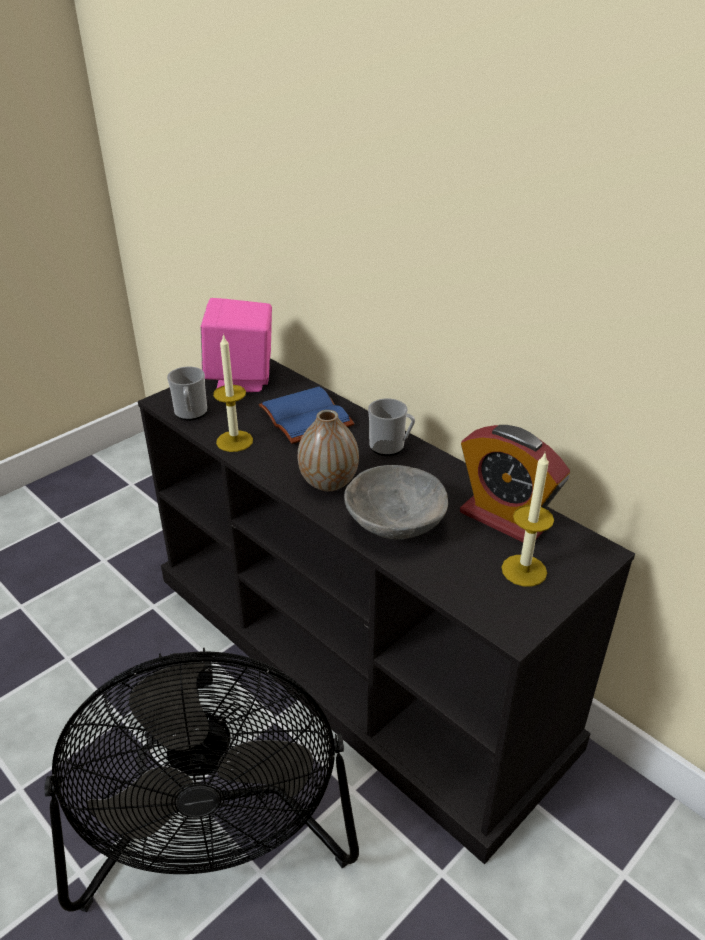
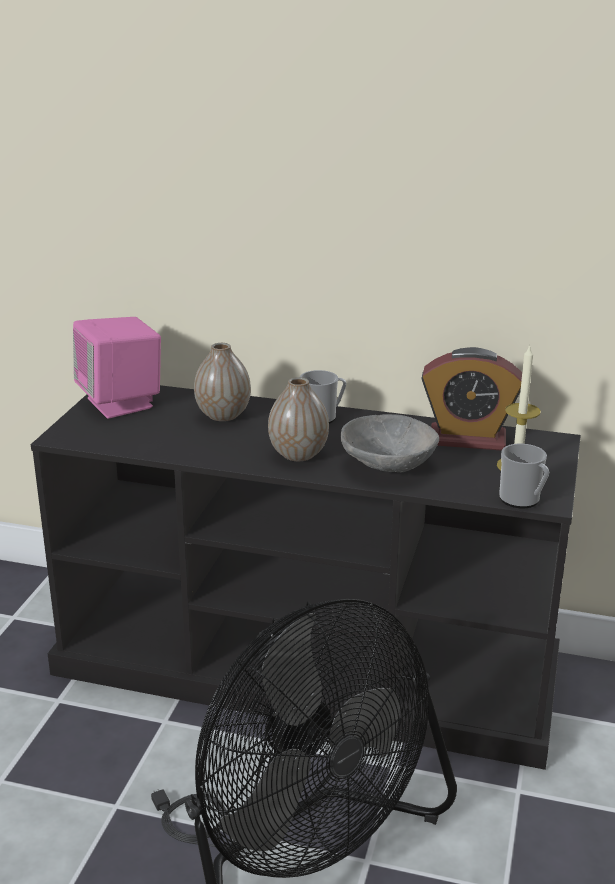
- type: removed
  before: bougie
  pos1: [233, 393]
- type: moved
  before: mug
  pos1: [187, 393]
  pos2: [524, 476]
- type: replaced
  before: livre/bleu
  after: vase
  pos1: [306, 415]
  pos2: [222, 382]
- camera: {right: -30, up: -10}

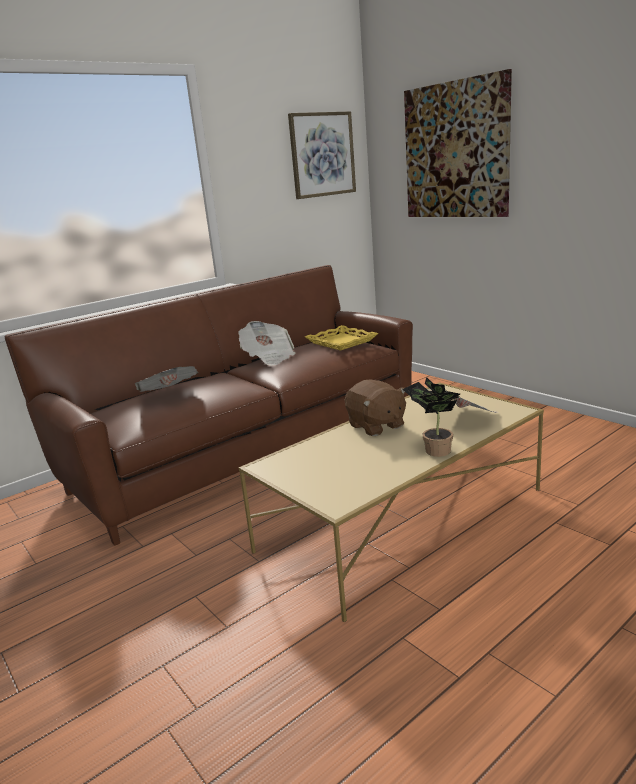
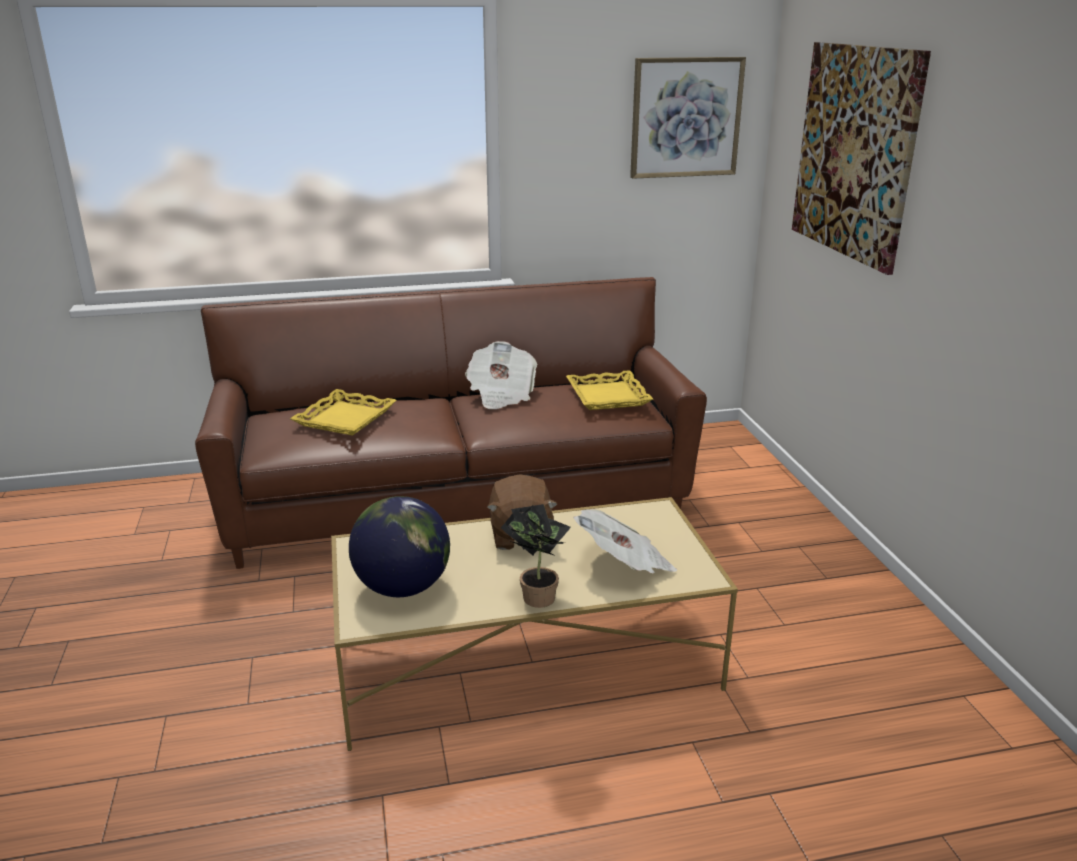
- type: replaced
  before: journal
  after: plateau/jaune
  pos1: [166, 379]
  pos2: [343, 412]
- type: added
  after: globe
  pos2: [399, 546]
- camera: {right: 25, up: 5}

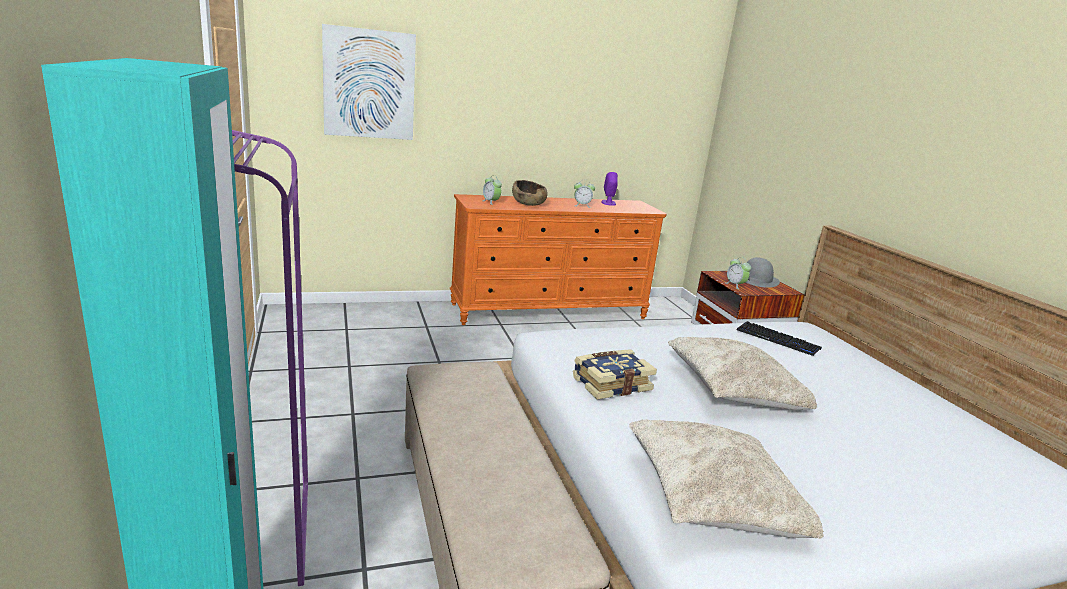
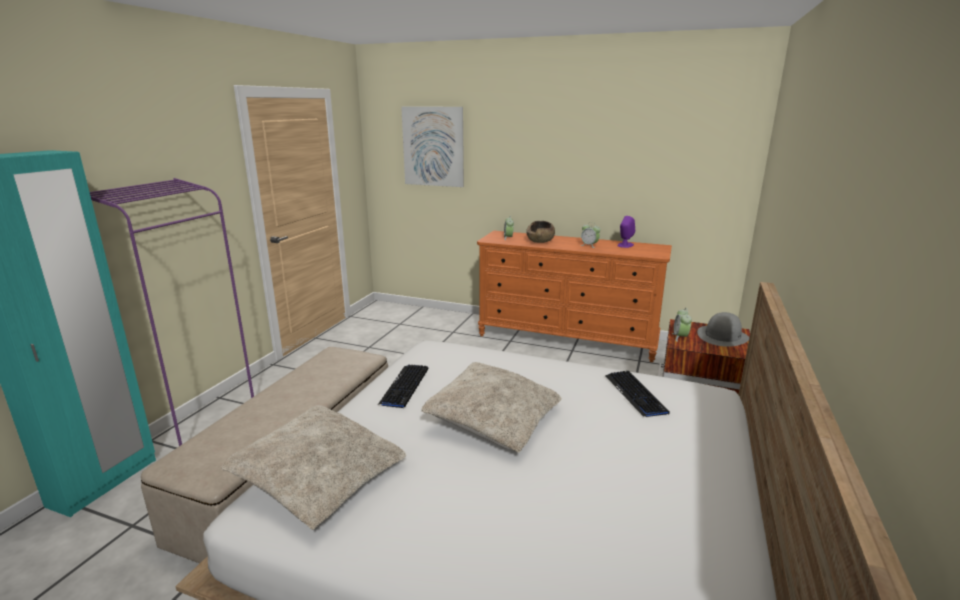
- type: replaced
  before: livre
  after: clavier
  pos1: [615, 374]
  pos2: [403, 386]
- camera: {right: 40, up: 0}

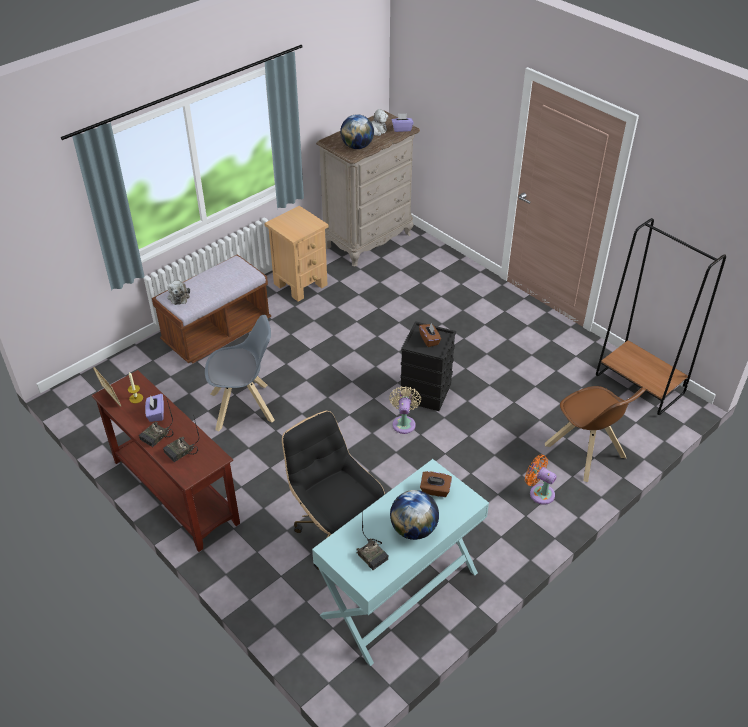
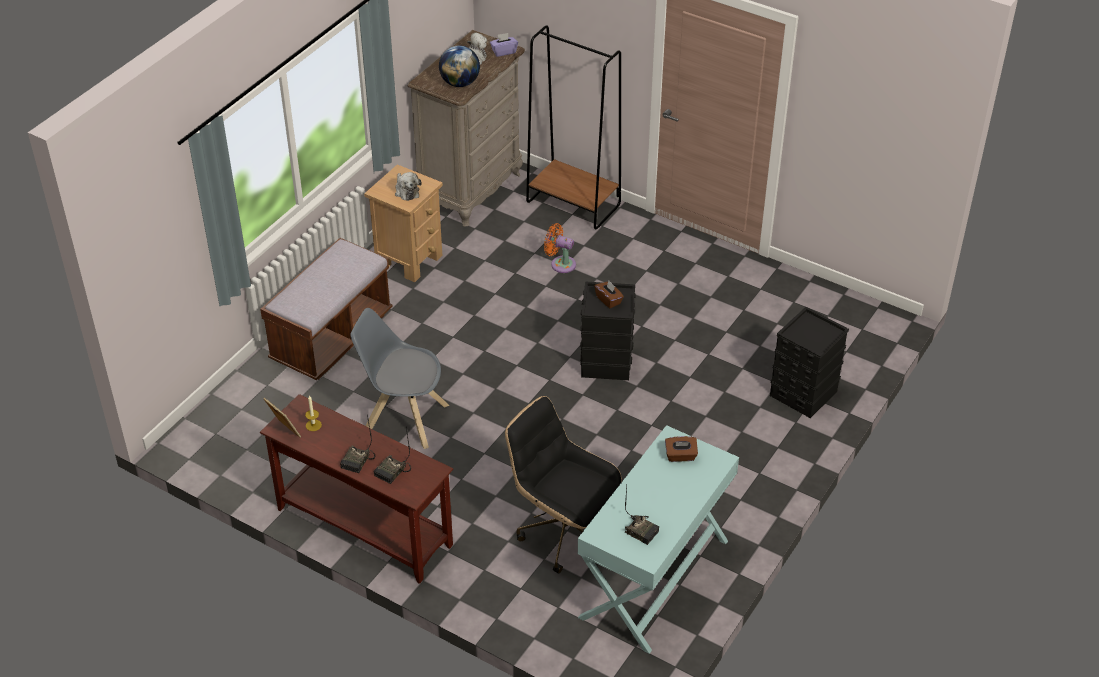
- type: moved
  before: portant
  pos1: [661, 316]
  pos2: [573, 127]
- type: moved
  before: peluche
  pos1: [178, 292]
  pos2: [408, 186]
- type: turned
  before: chaise/gris
  pos1: [240, 373]
  pos2: [400, 378]
  turn: -135
- type: removed
  before: ventilateur/beige
  pos1: [405, 410]
- type: replaced
  before: chaise/marron
  after: boîte de rangement/noir
  pos1: [595, 434]
  pos2: [809, 362]
- type: removed
  before: boîte à mouchoirs/violet
  pos1: [154, 408]
- type: moved
  before: ventilateur/orange
  pos1: [541, 480]
  pos2: [560, 248]
- type: removed
  before: globe
  pos1: [414, 515]
- camera: {right: -15, up: 0}

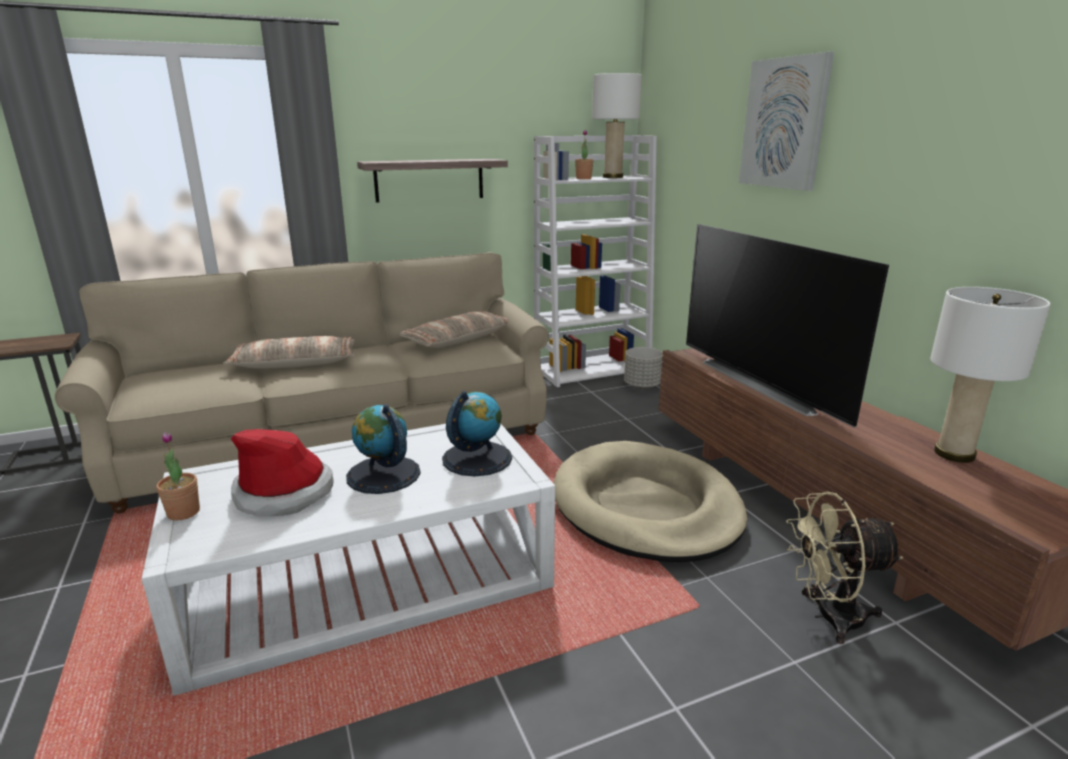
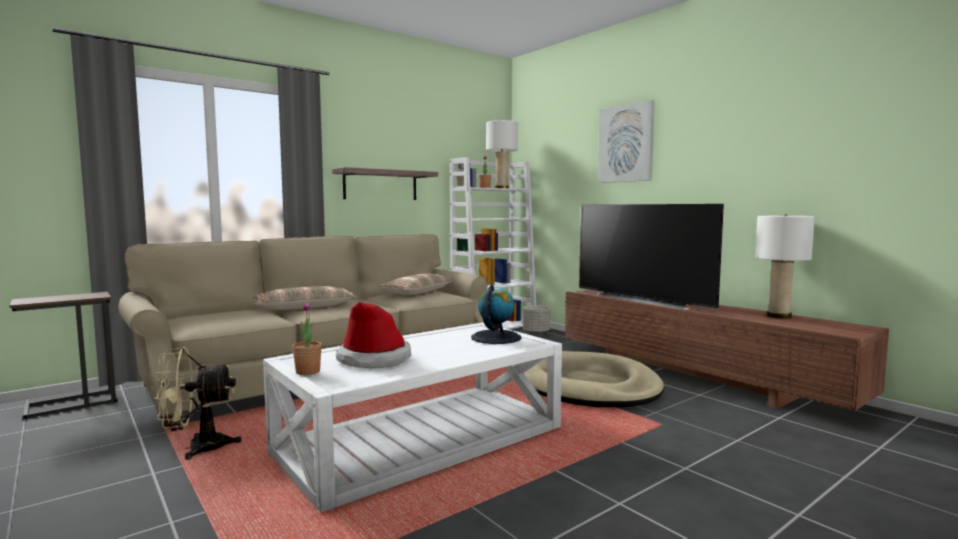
- type: removed
  before: globe
  pos1: [383, 449]
- type: moved
  before: ventilateur/beige
  pos1: [845, 567]
  pos2: [198, 403]
- camera: {right: -15, up: -15}

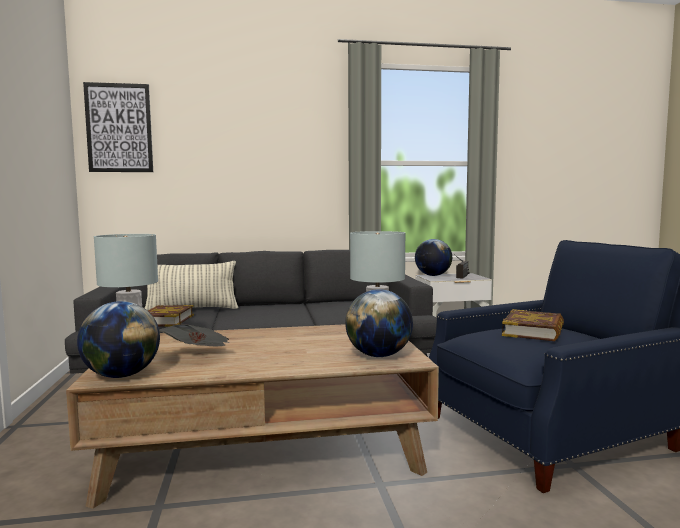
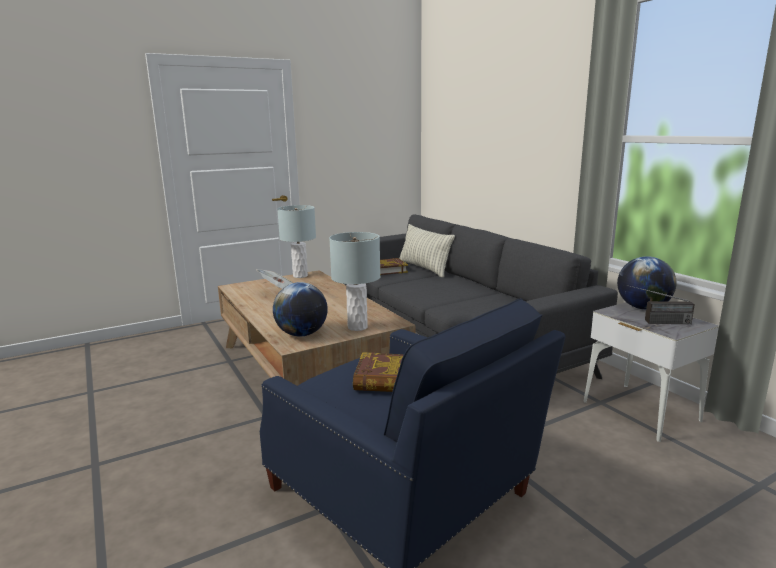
- type: removed
  before: tableau
  pos1: [118, 127]
- type: removed
  before: globe
  pos1: [118, 339]
- camera: {right: 70, up: 10}

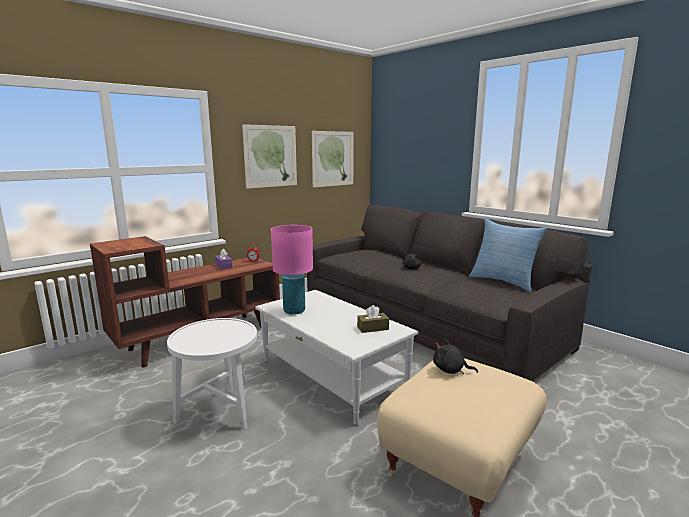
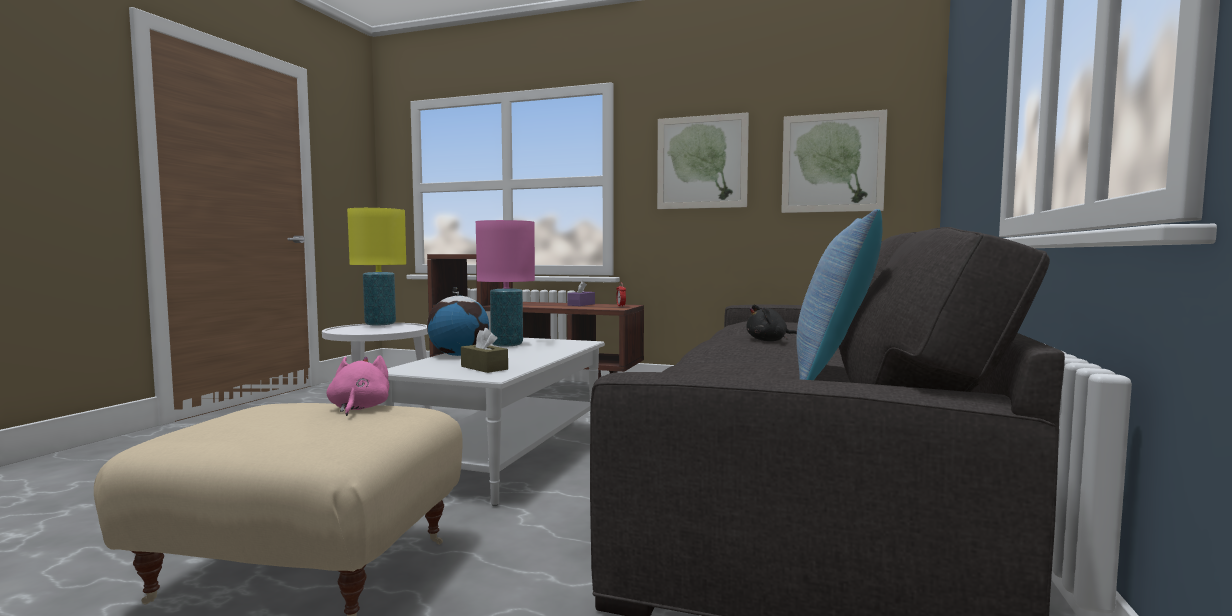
- type: recoloured
  before: peluche/noir
  after: peluche/rose
  pos1: [455, 356]
  pos2: [358, 385]
- type: added
  after: lampe de table/jaune
  pos2: [376, 267]
- type: added
  after: globe
  pos2: [458, 321]
- camera: {right: 60, up: -10}

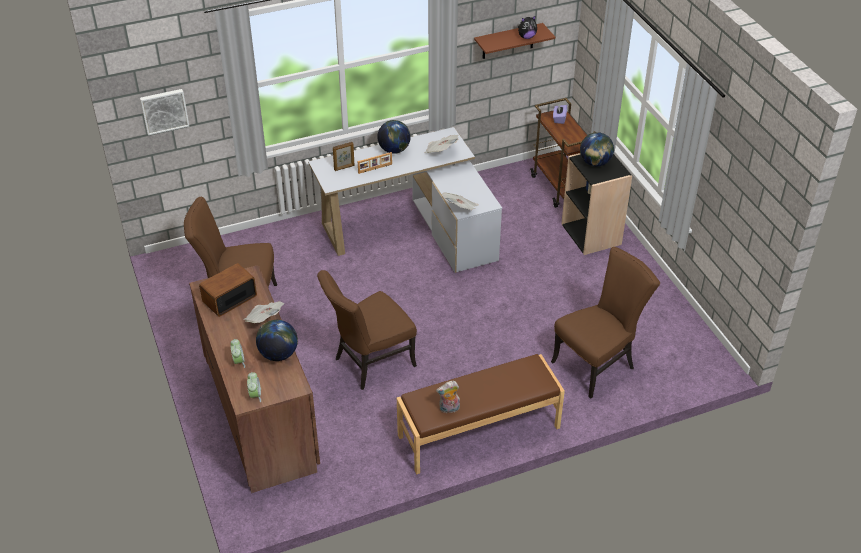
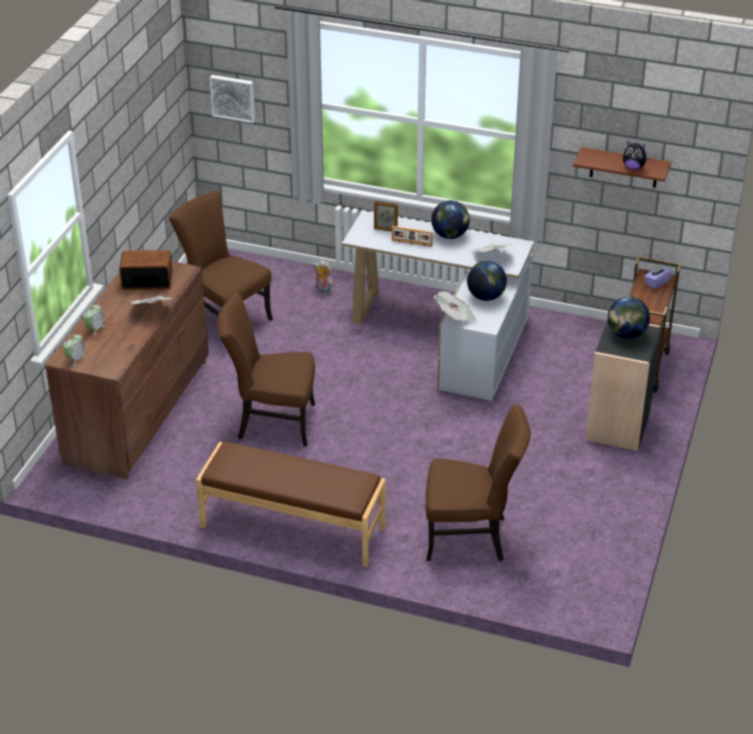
- type: moved
  before: globe
  pos1: [277, 340]
  pos2: [487, 281]
- type: moved
  before: peluche
  pos1: [448, 397]
  pos2: [324, 277]
- camera: {right: 40, up: -5}

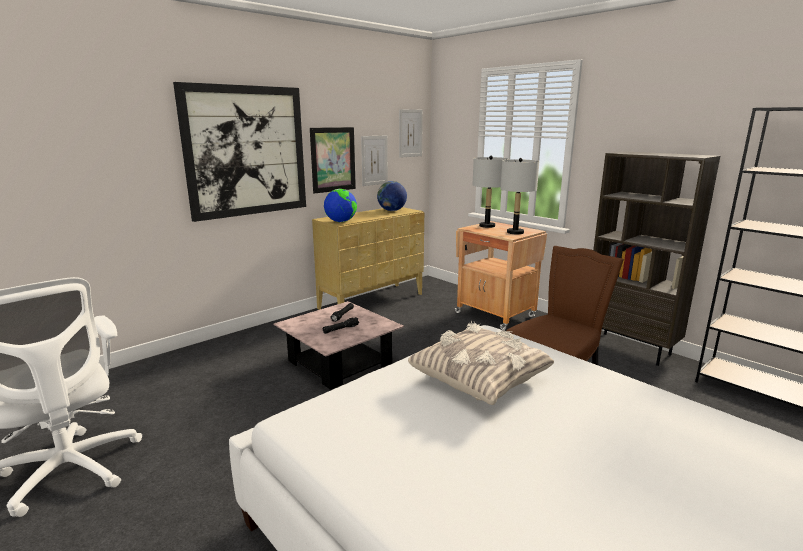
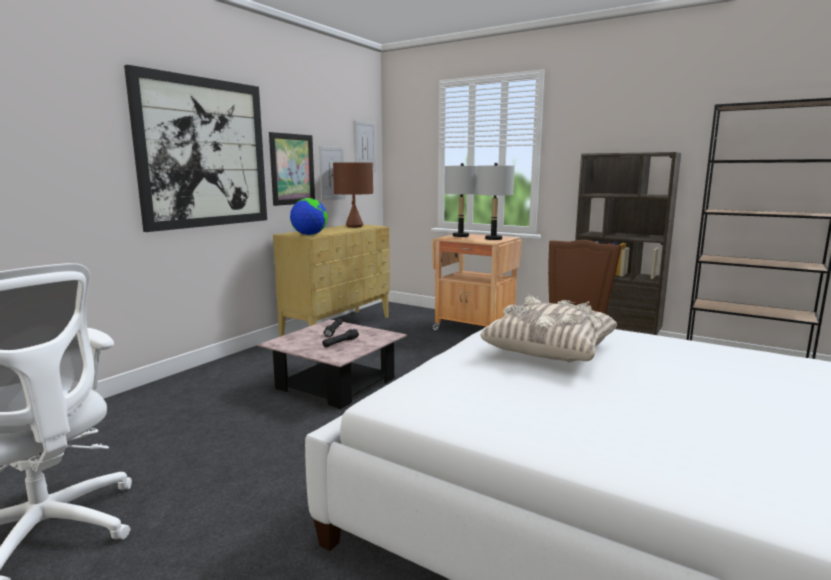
- type: replaced
  before: globe
  after: lampe de table/marron
  pos1: [392, 196]
  pos2: [353, 195]
- camera: {right: -15, up: -5}

